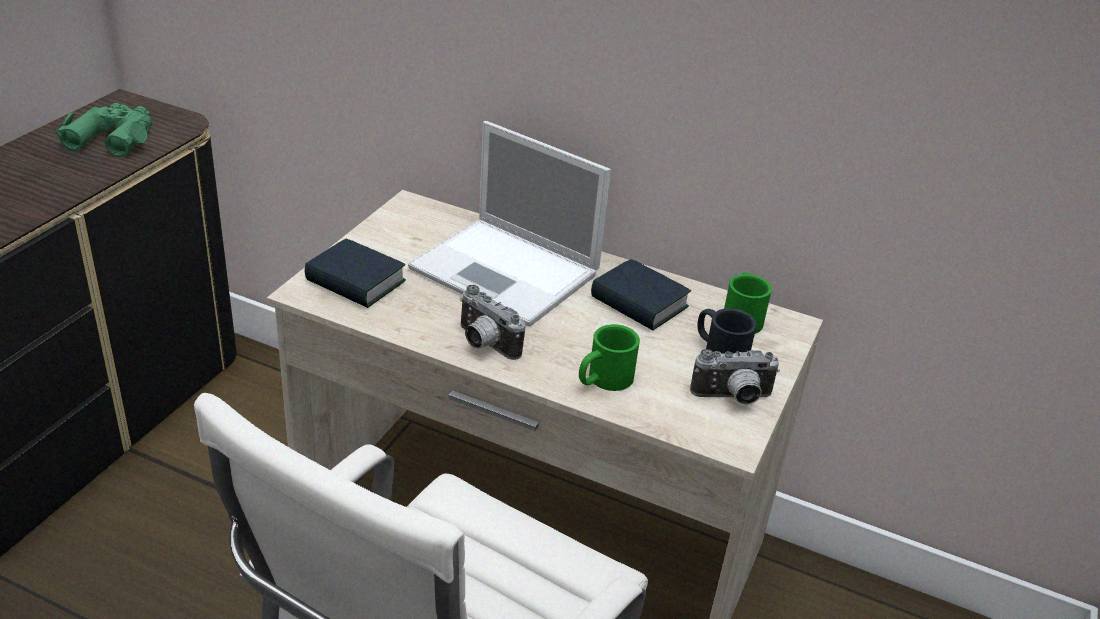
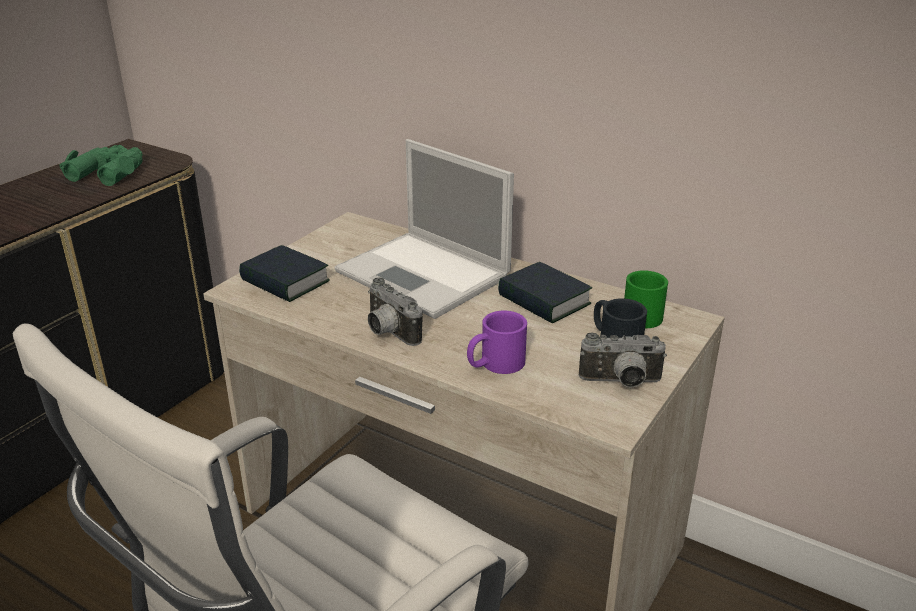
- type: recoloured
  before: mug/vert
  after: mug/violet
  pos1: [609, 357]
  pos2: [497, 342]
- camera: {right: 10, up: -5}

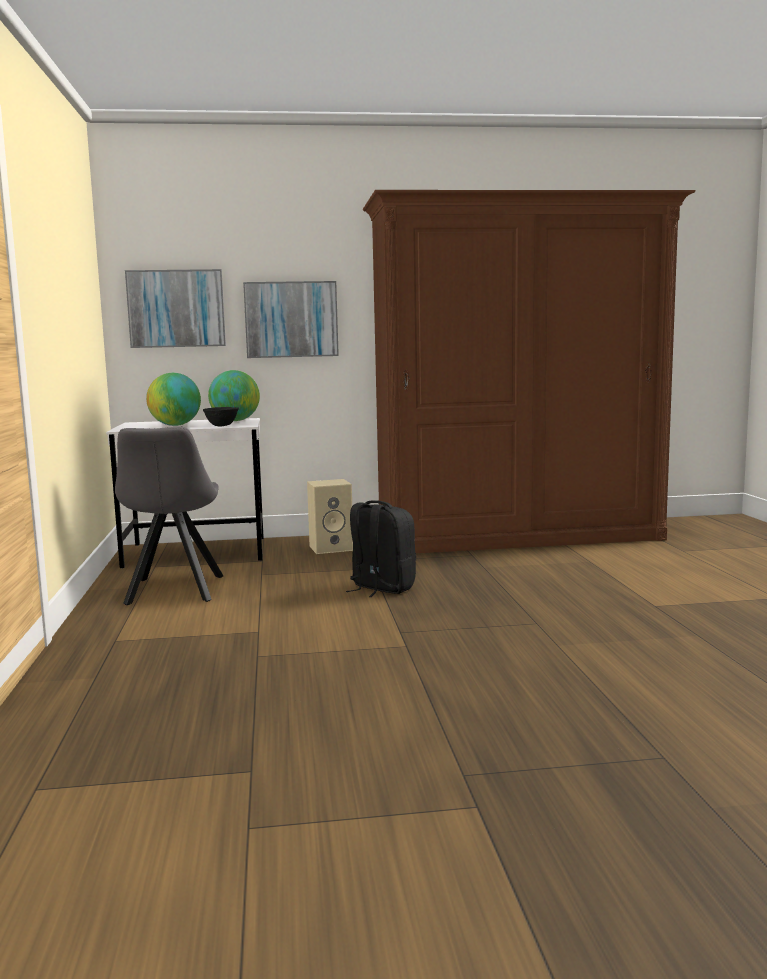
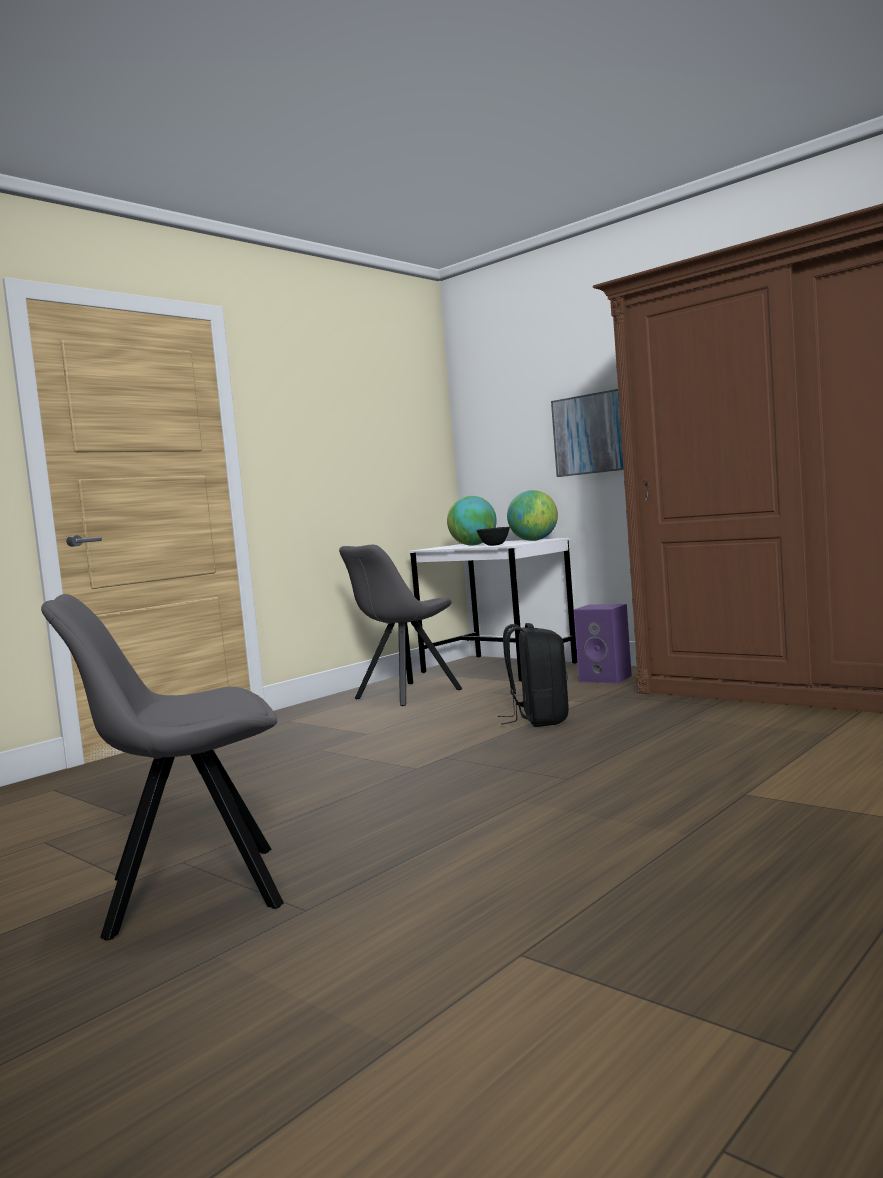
- type: removed
  before: tableau
  pos1: [175, 308]
- type: recoloured
  before: enceinte/beige
  after: enceinte/violet
  pos1: [330, 516]
  pos2: [603, 644]
- type: added
  after: chaise/gris
  pos2: [162, 767]
- camera: {right: 50, up: -5}

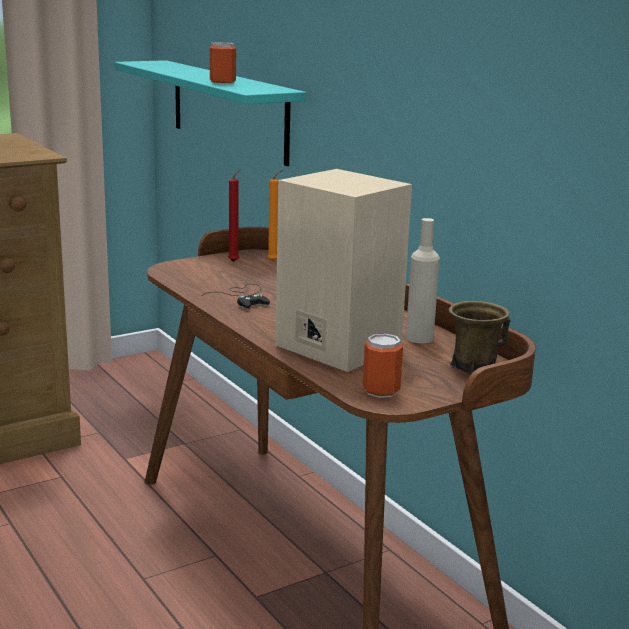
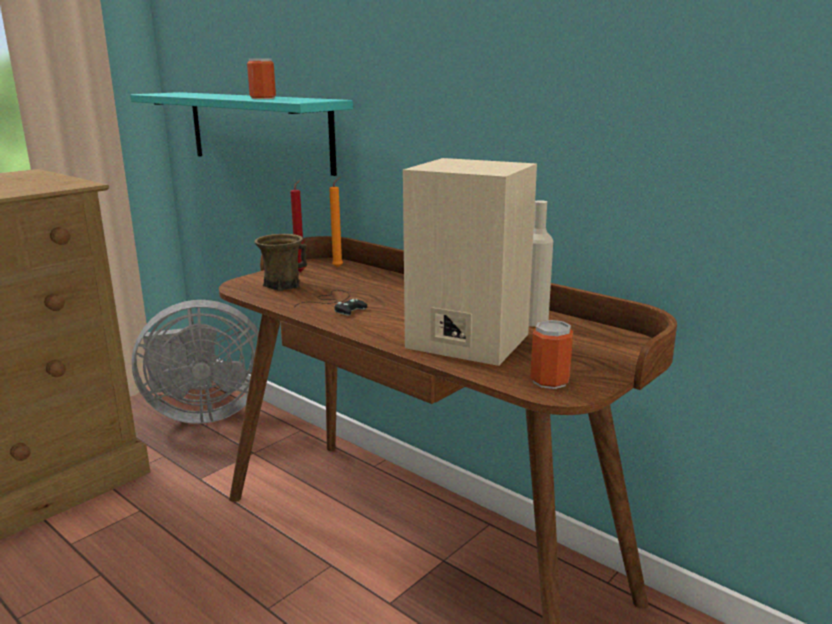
- type: moved
  before: mug/marron
  pos1: [479, 338]
  pos2: [281, 262]
- type: added
  after: ventilateur/gris
  pos2: [195, 362]
- camera: {right: -15, up: 0}

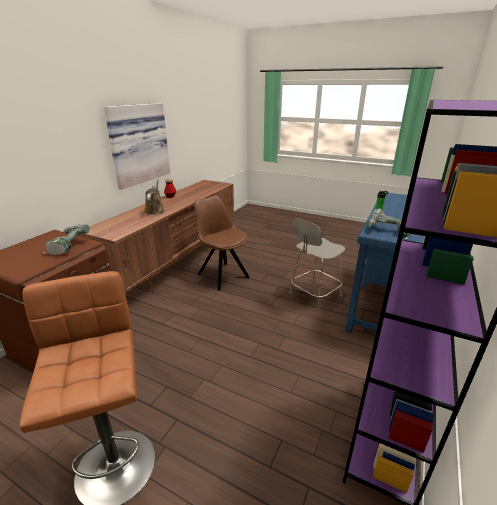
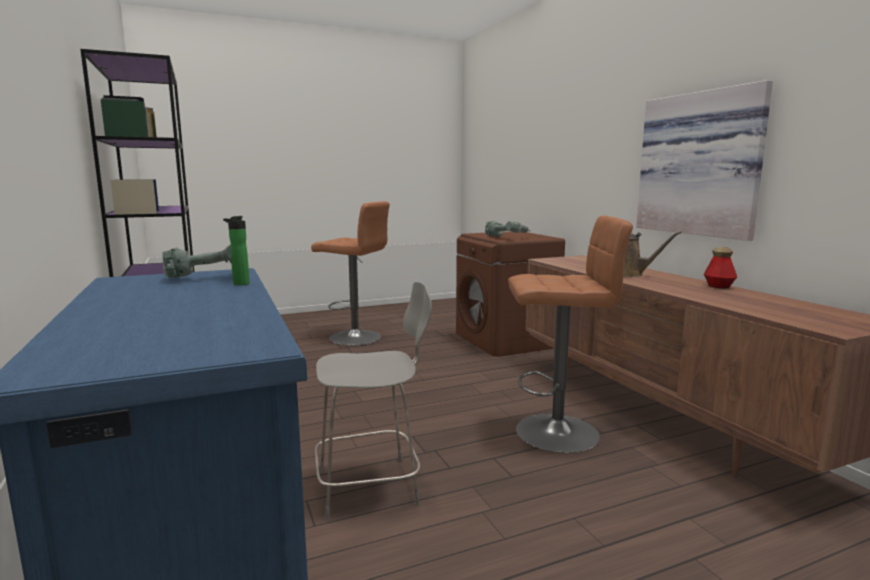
- type: replaced
  before: chaise/marron
  after: tabouret/marron
  pos1: [222, 243]
  pos2: [570, 334]
- type: turned
  before: chaise/gris
  pos1: [317, 264]
  pos2: [373, 401]
  turn: 75
- camera: {right: 130, up: -15}

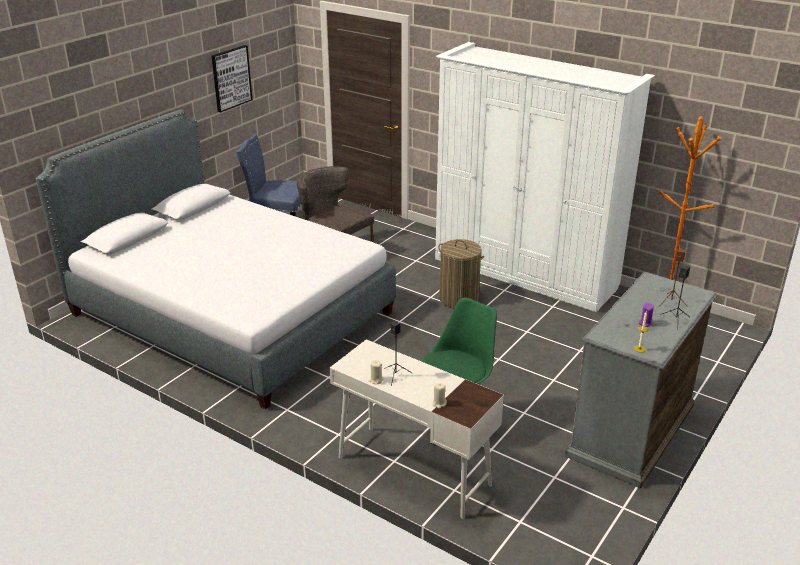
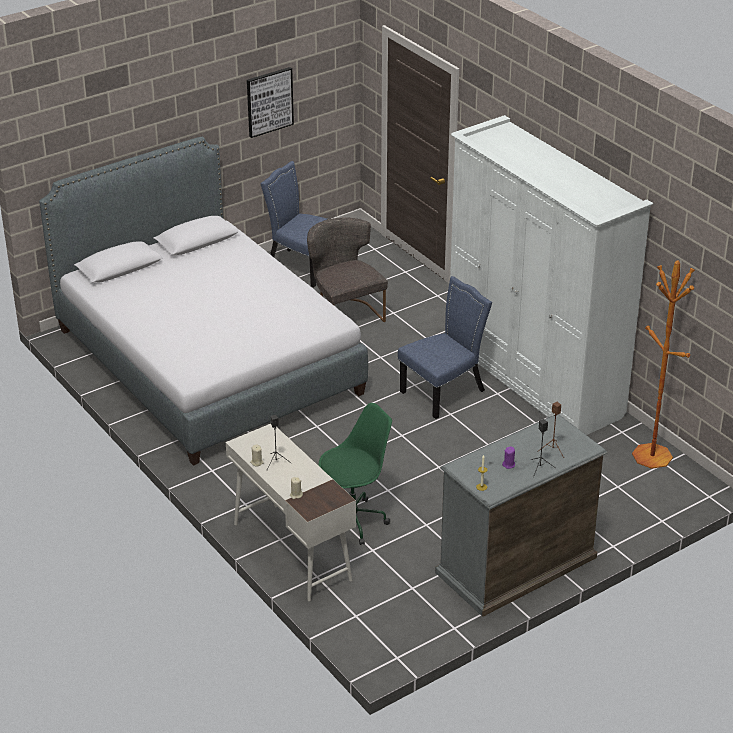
- type: replaced
  before: panier à linge
  after: chaise/bleu
  pos1: [461, 274]
  pos2: [445, 347]
- camera: {right: 20, up: 5}

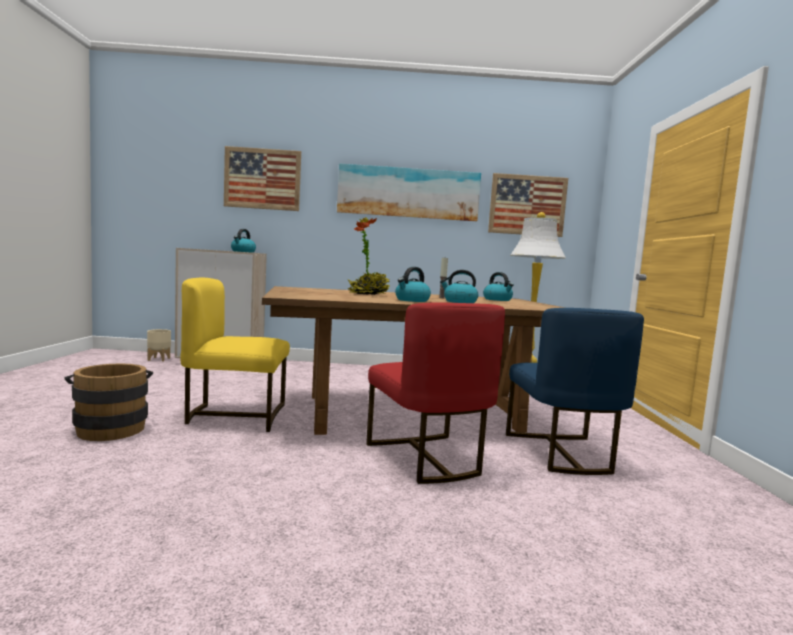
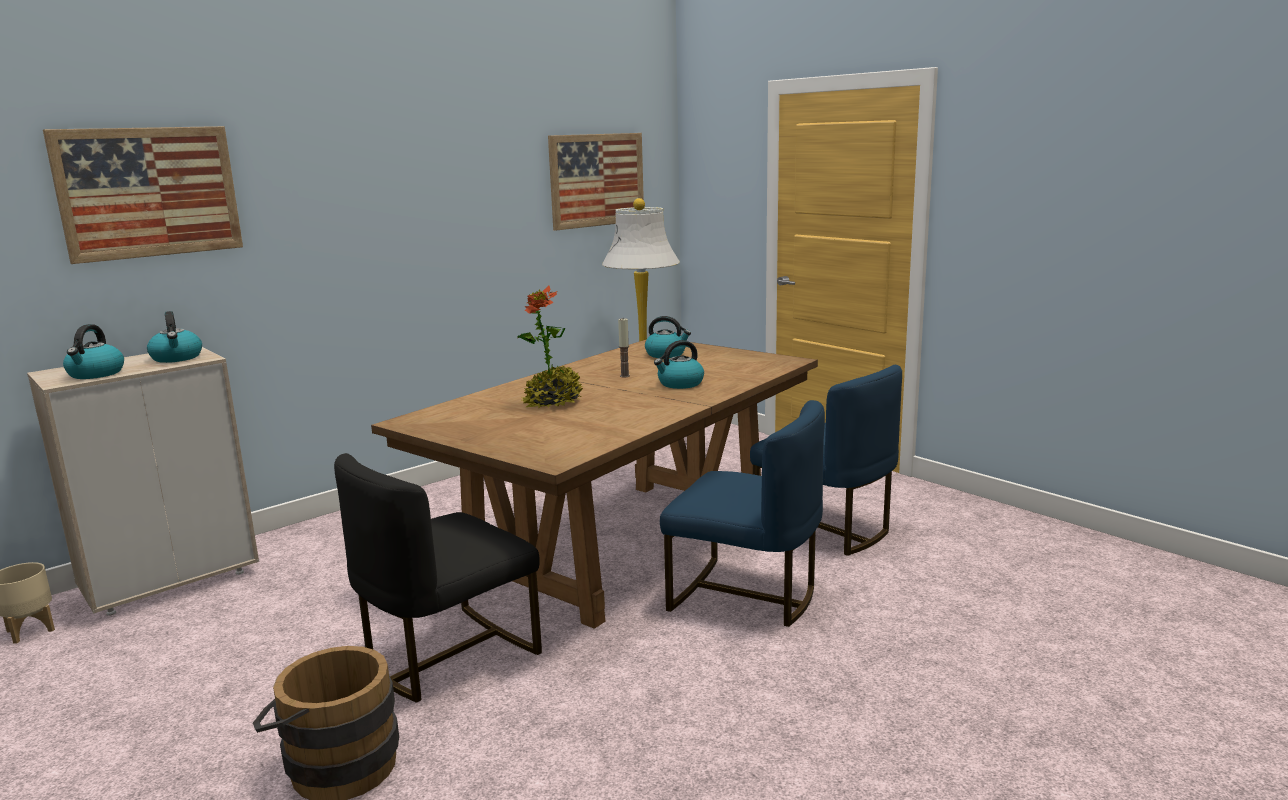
- type: removed
  before: tableau
  pos1: [409, 192]
- type: moved
  before: bouilloire
  pos1: [413, 284]
  pos2: [93, 351]
- type: recoloured
  before: chaise/jaune
  after: chaise/noir
  pos1: [235, 355]
  pos2: [438, 578]
- type: recoloured
  before: chaise/rouge
  after: chaise/bleu
  pos1: [435, 393]
  pos2: [742, 513]
- camera: {right: -40, up: 10}

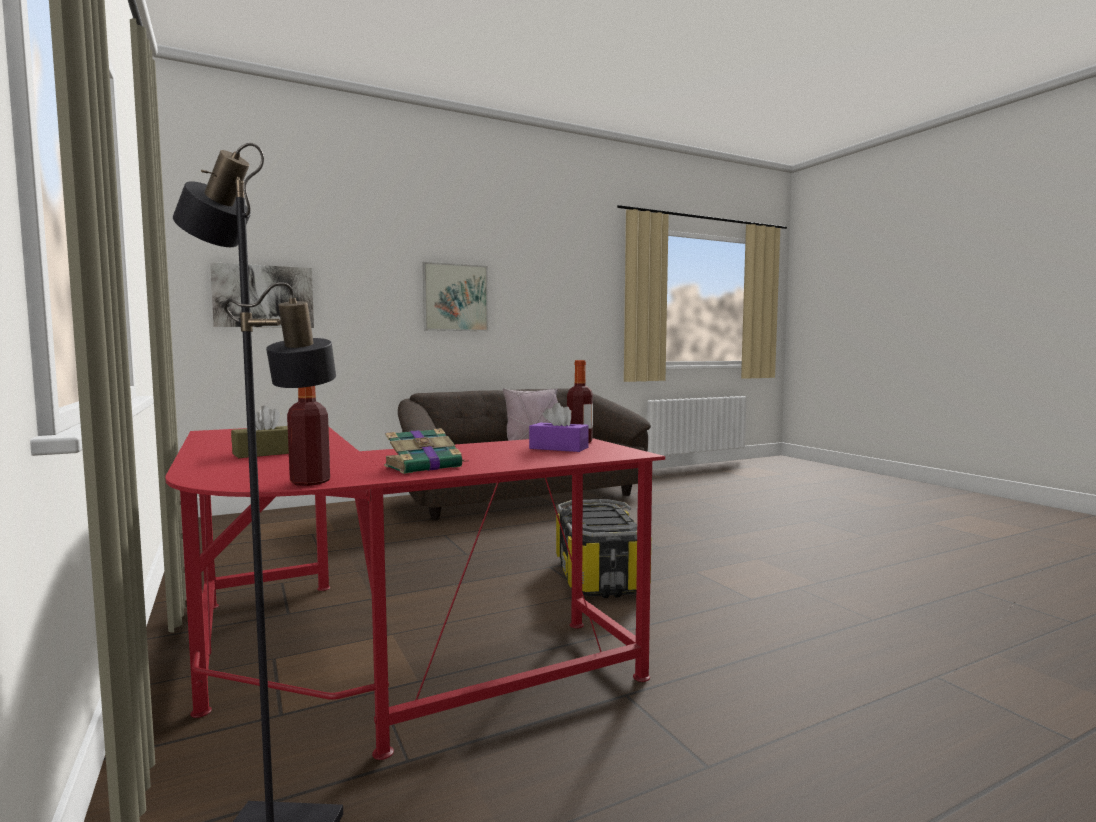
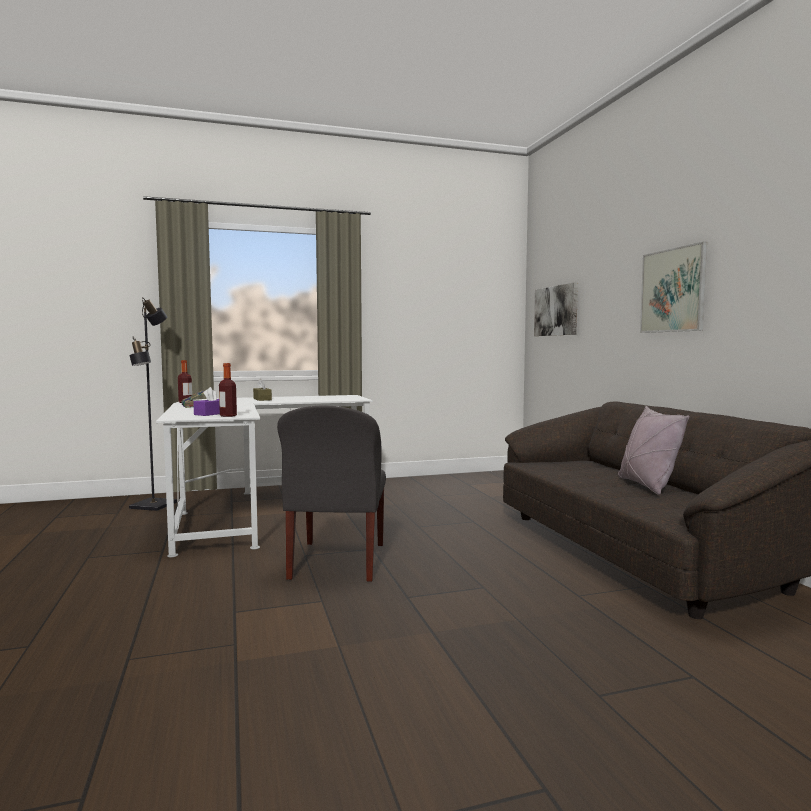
- type: recoloured
  before: bureau/rouge
  after: bureau/blanc
  pos1: [415, 593]
  pos2: [264, 476]
- type: replaced
  before: boîte de rangement
  after: chaise/gris
  pos1: [603, 548]
  pos2: [331, 494]
- camera: {right: 100, up: 0}

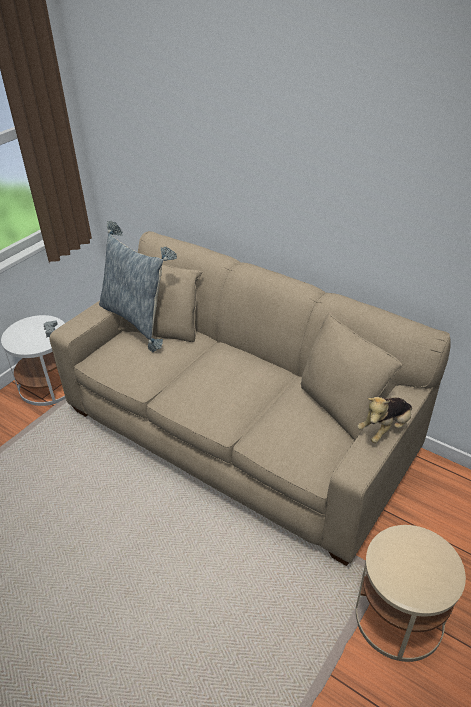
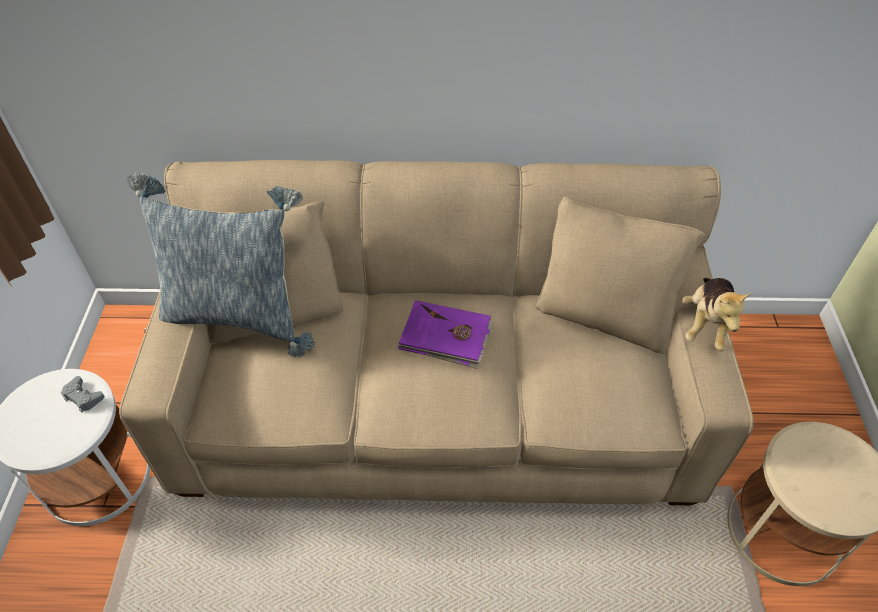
- type: added
  after: livre/violet
  pos2: [445, 334]
- camera: {right: -35, up: 10}

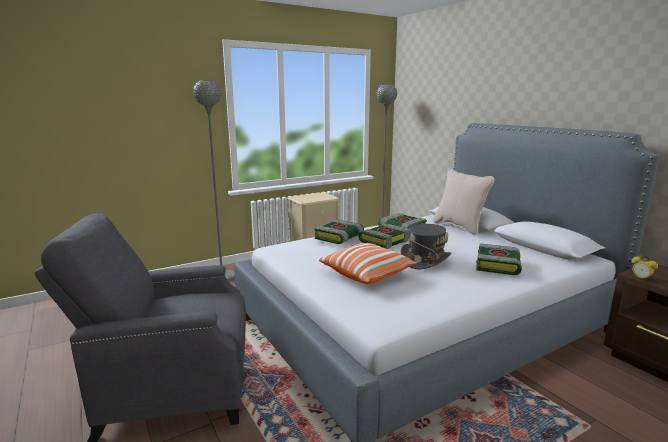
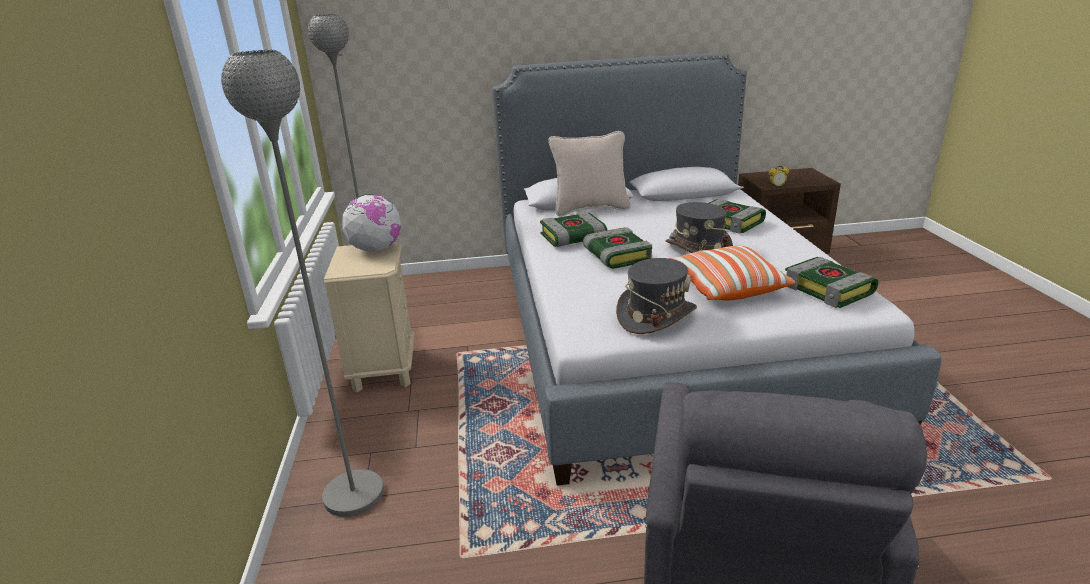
- type: moved
  before: livre
  pos1: [339, 232]
  pos2: [831, 282]
- type: added
  after: globe
  pos2: [371, 223]
- type: added
  after: chapeau/gris
  pos2: [656, 296]
- camera: {right: -65, up: 10}

